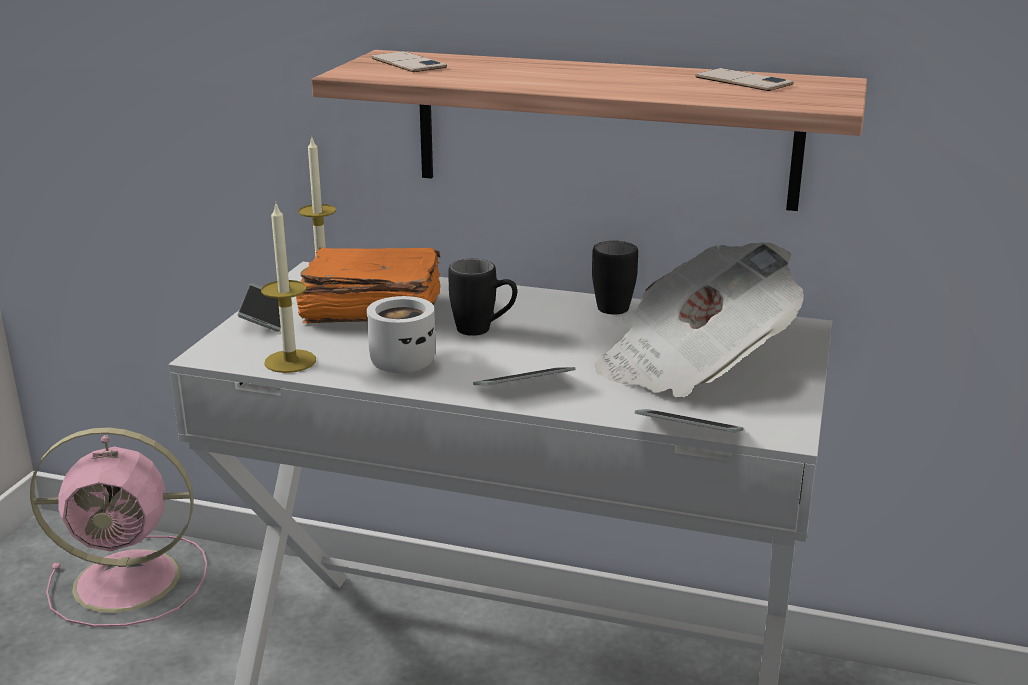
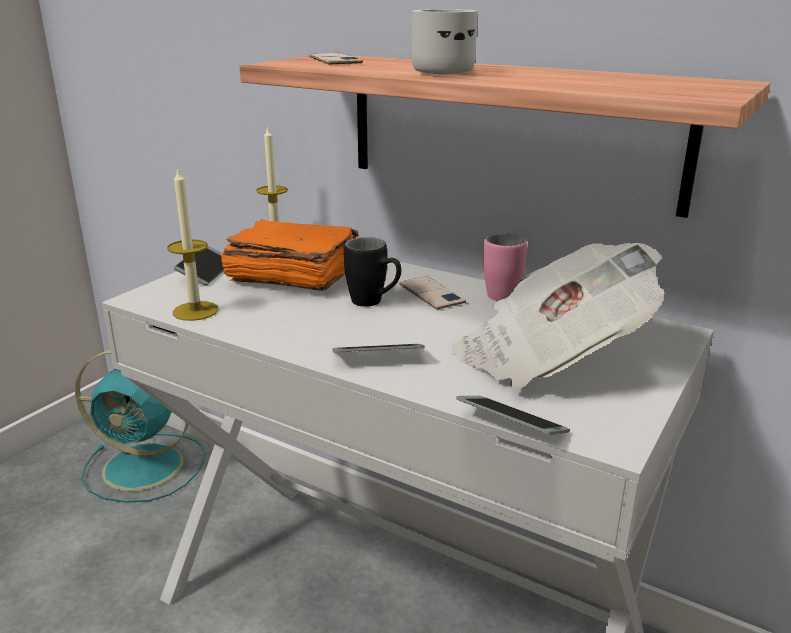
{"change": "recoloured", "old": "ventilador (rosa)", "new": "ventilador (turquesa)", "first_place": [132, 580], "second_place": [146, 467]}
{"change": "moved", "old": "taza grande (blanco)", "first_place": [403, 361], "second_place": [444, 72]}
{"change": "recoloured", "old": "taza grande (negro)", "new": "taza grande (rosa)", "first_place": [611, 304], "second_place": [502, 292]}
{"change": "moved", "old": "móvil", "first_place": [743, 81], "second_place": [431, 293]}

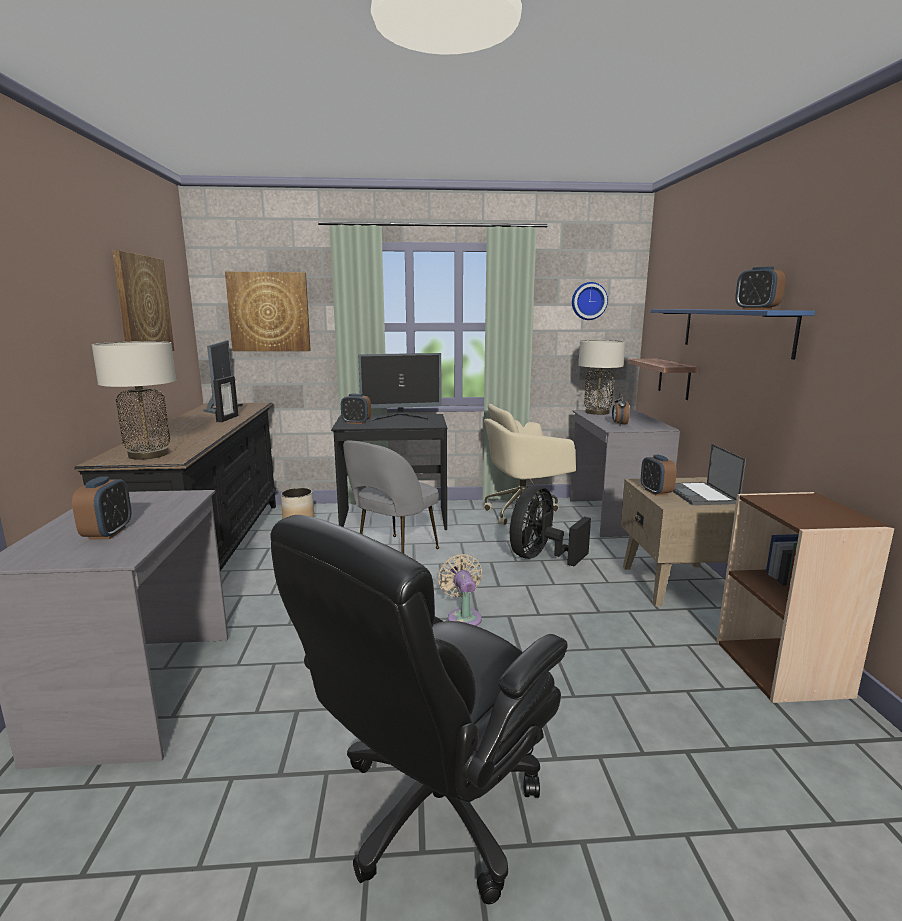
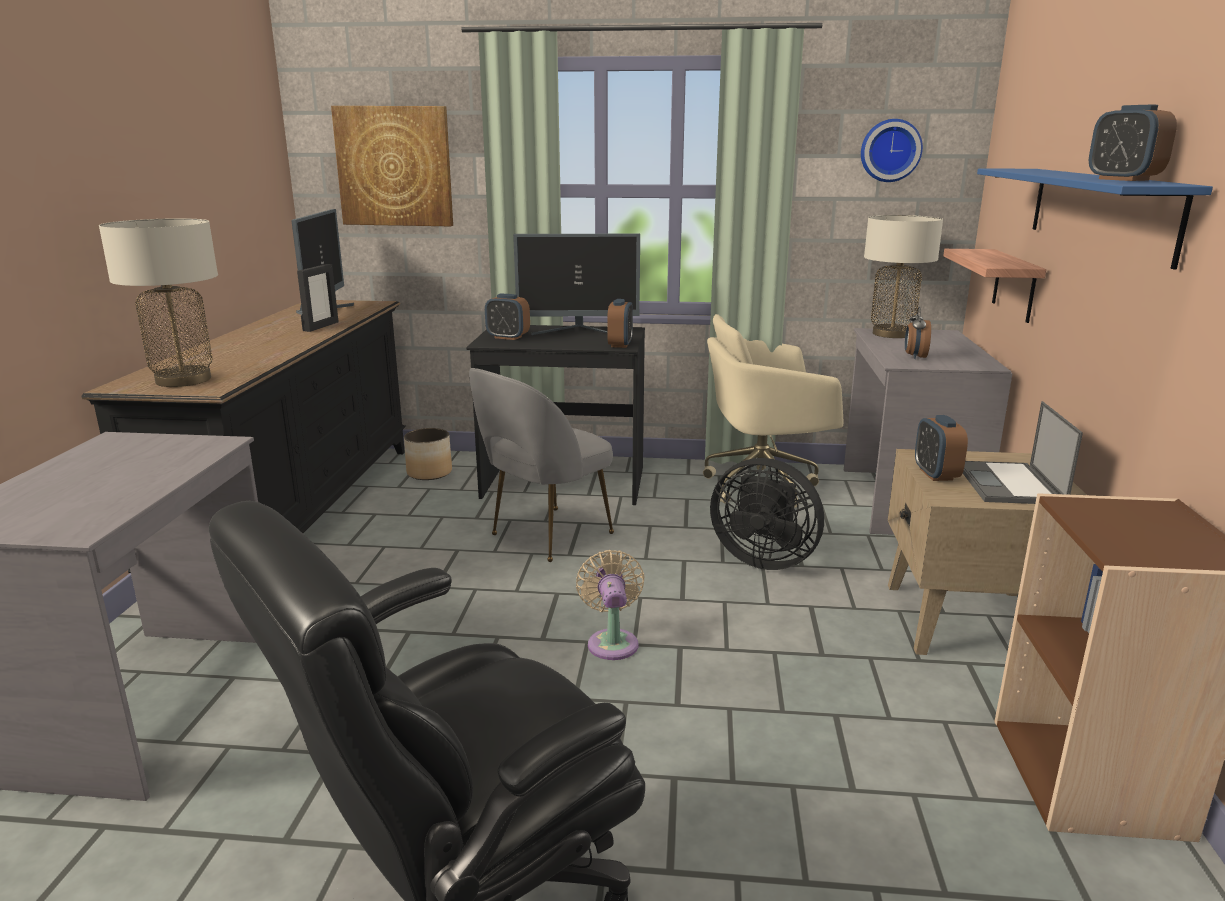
{"change": "moved", "old": "despertador", "first_place": [108, 533], "second_place": [620, 344]}
{"change": "removed", "old": "cuadro", "first_place": [143, 305]}
{"change": "turned", "old": "ventilador (negro)", "first_place": [541, 557], "second_place": [763, 559], "degrees": -105}

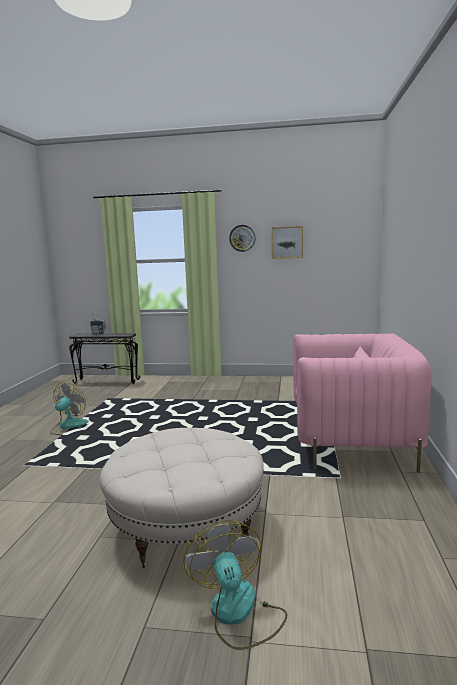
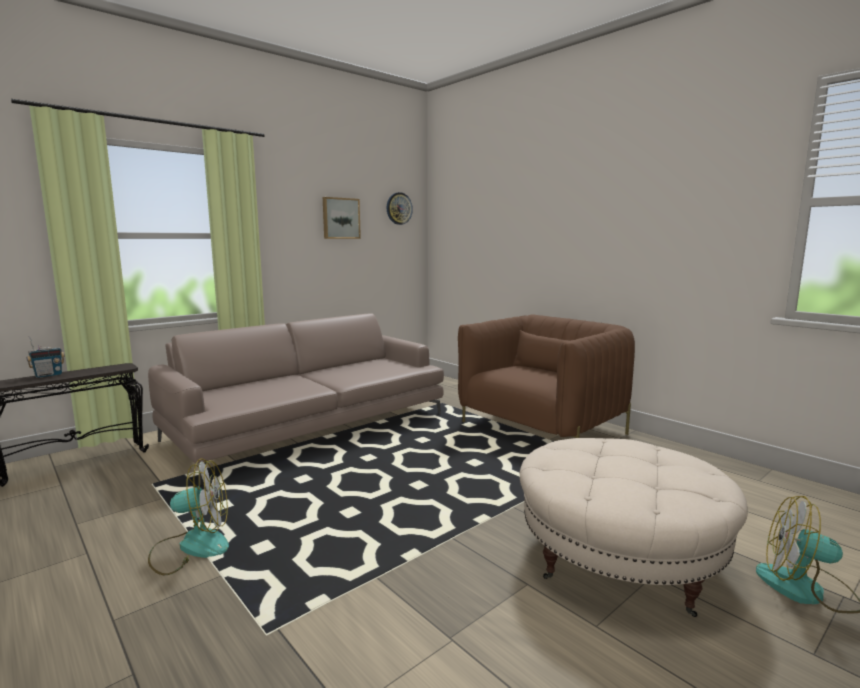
{"change": "turned", "old": "ventilador", "first_place": [69, 427], "second_place": [191, 547], "degrees": 105}
{"change": "moved", "old": "reloj de pared", "first_place": [242, 238], "second_place": [399, 208]}
{"change": "recoloured", "old": "sillón (rosa)", "new": "sillón (marrón)", "first_place": [351, 441], "second_place": [541, 428]}
{"change": "added", "new": "sofá (beis)", "second_place": [308, 426]}

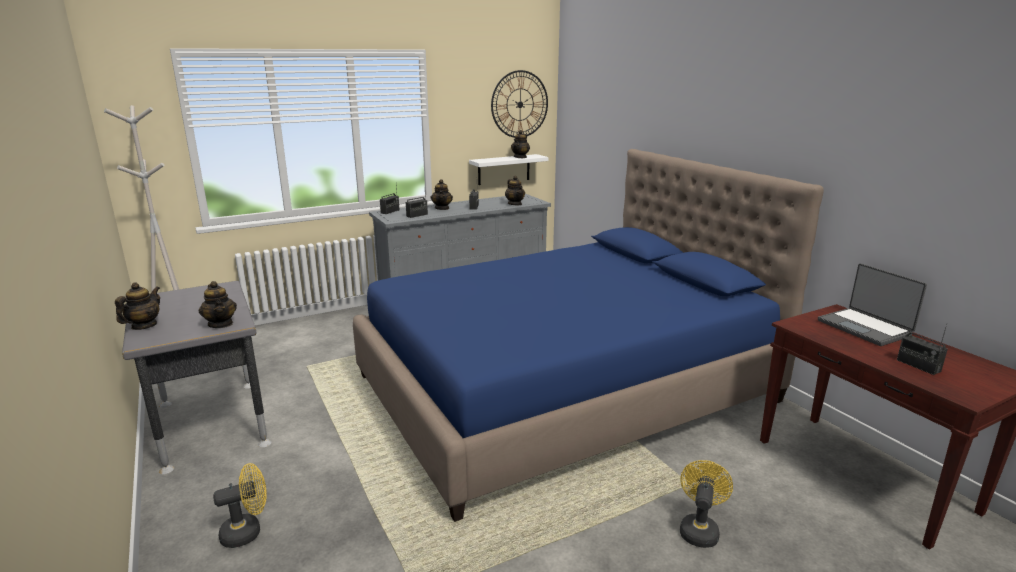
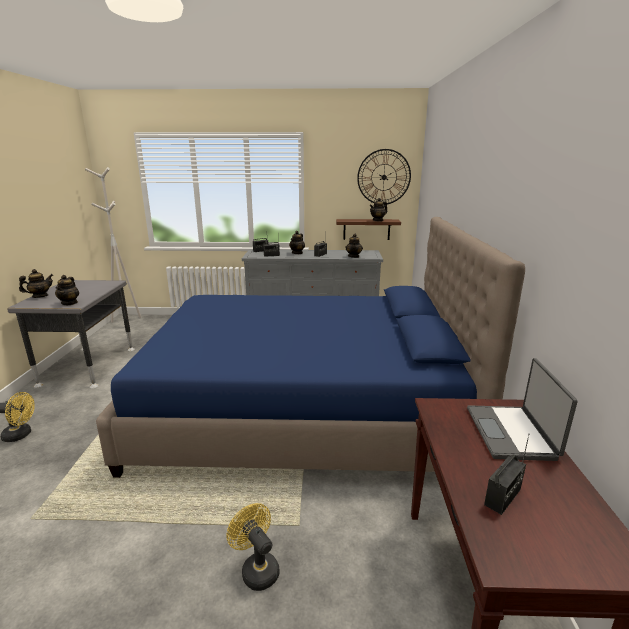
{"change": "recoloured", "old": "estante (blanco)", "new": "estante (marrón)", "first_place": [504, 169], "second_place": [366, 229]}
{"change": "turned", "old": "ventilador (amarillo)", "first_place": [699, 529], "second_place": [257, 568], "degrees": -90}
{"change": "turned", "old": "radio", "first_place": [918, 366], "second_place": [502, 497], "degrees": -135}

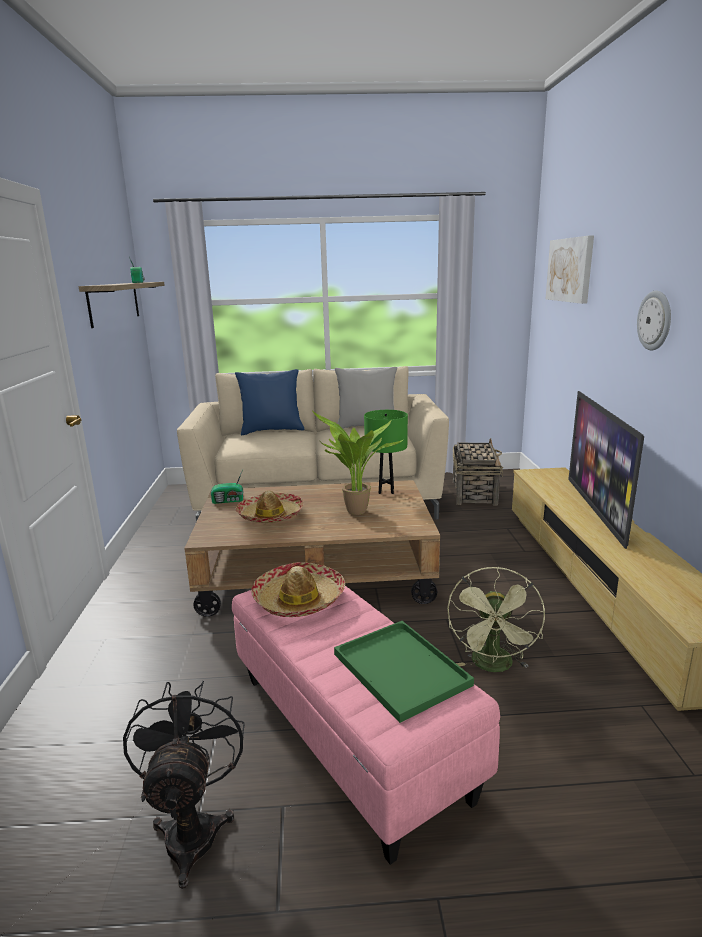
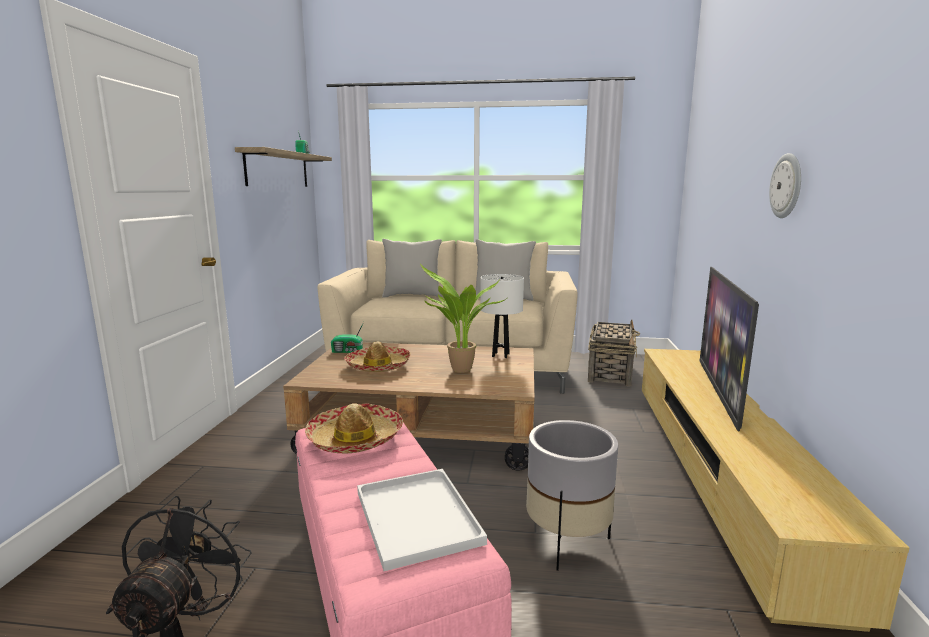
{"change": "recoloured", "old": "cojín (azul)", "new": "cojín (gris)", "first_place": [272, 430], "second_place": [412, 295]}
{"change": "recoloured", "old": "bandeja (verde)", "new": "bandeja (blanco)", "first_place": [398, 668], "second_place": [415, 516]}
{"change": "recoloured", "old": "lámpara de mesa (verde)", "new": "lámpara de mesa (blanco)", "first_place": [386, 491], "second_place": [501, 355]}
{"change": "replaced", "old": "ventilador (verde)", "new": "maceta (gris)", "first_place": [494, 666], "second_place": [567, 542]}
{"change": "removed", "old": "cuadro", "first_place": [570, 270]}

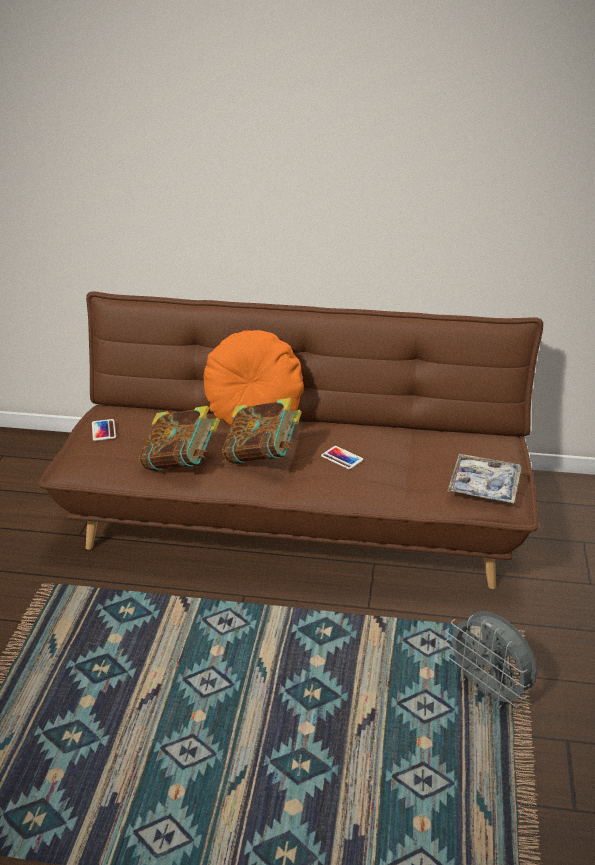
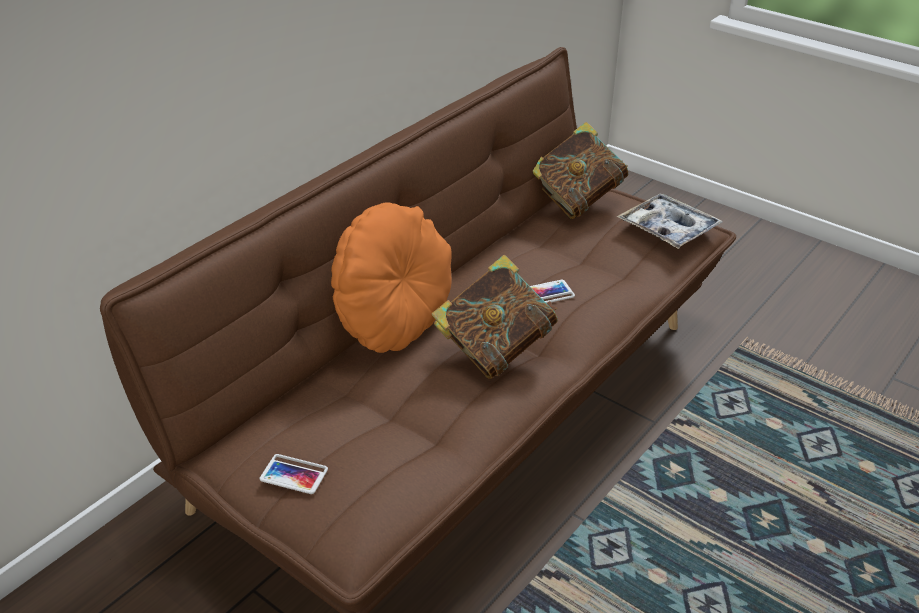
{"change": "moved", "old": "libro", "first_place": [181, 464], "second_place": [576, 200]}
{"change": "removed", "old": "ventilador (gris)", "first_place": [488, 691]}

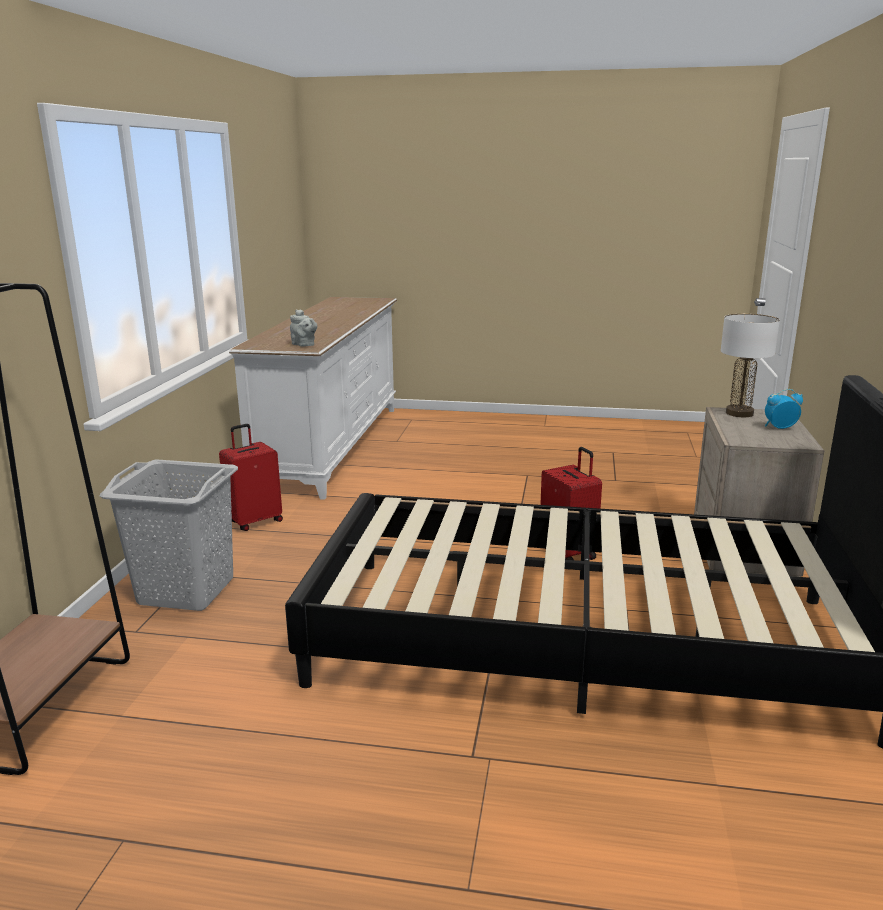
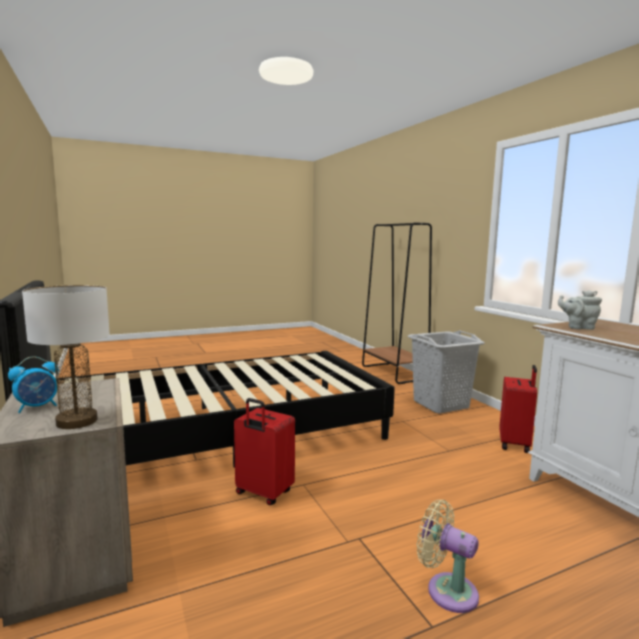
{"change": "added", "new": "ventilador (beis)", "second_place": [447, 590]}

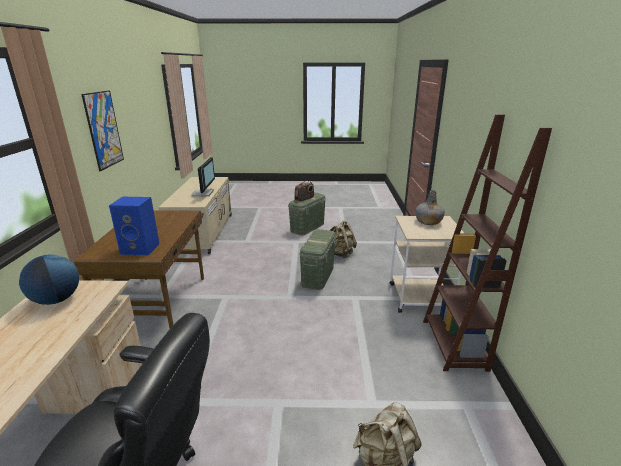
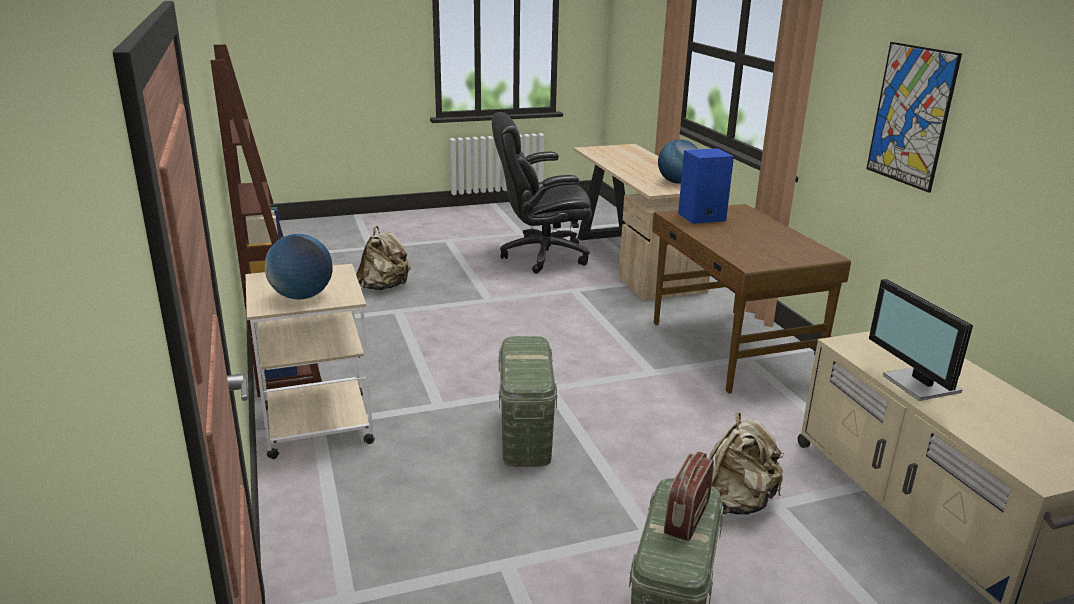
{"change": "moved", "old": "mochila (beis)", "first_place": [340, 254], "second_place": [738, 502]}
{"change": "replaced", "old": "botella (gris)", "new": "globo terráqueo", "first_place": [428, 221], "second_place": [302, 296]}

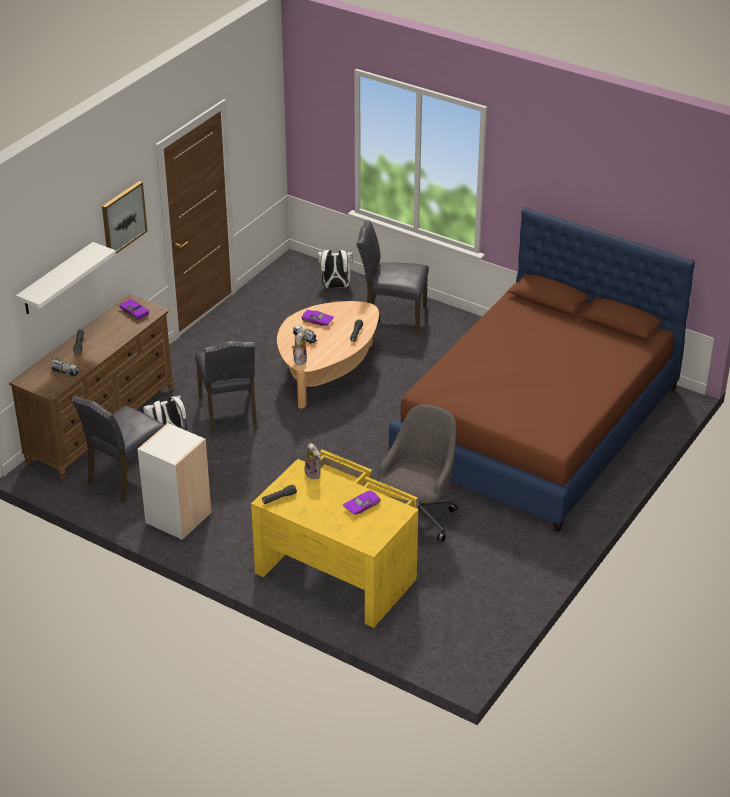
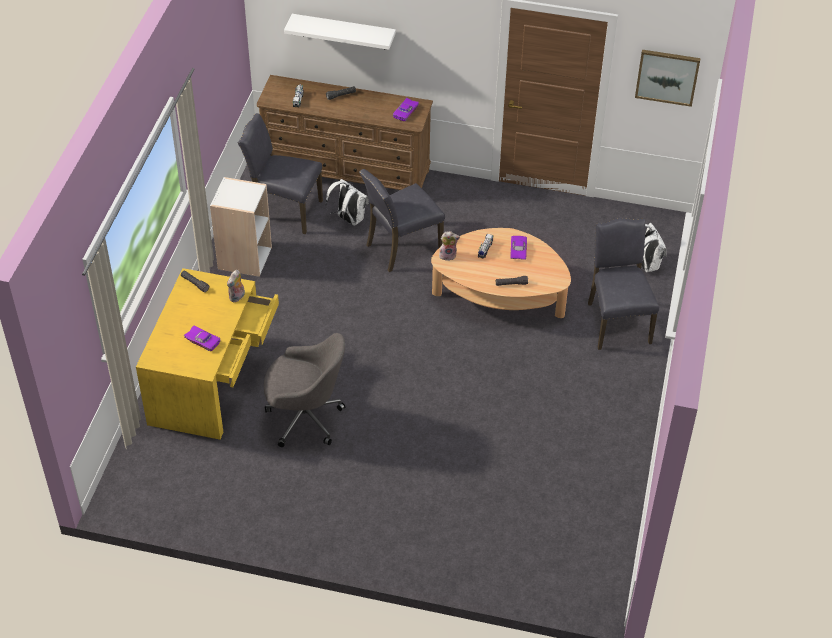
{"change": "moved", "old": "cuadro", "first_place": [123, 218], "second_place": [667, 77]}
{"change": "removed", "old": "cama (marrón)", "first_place": [537, 425]}

